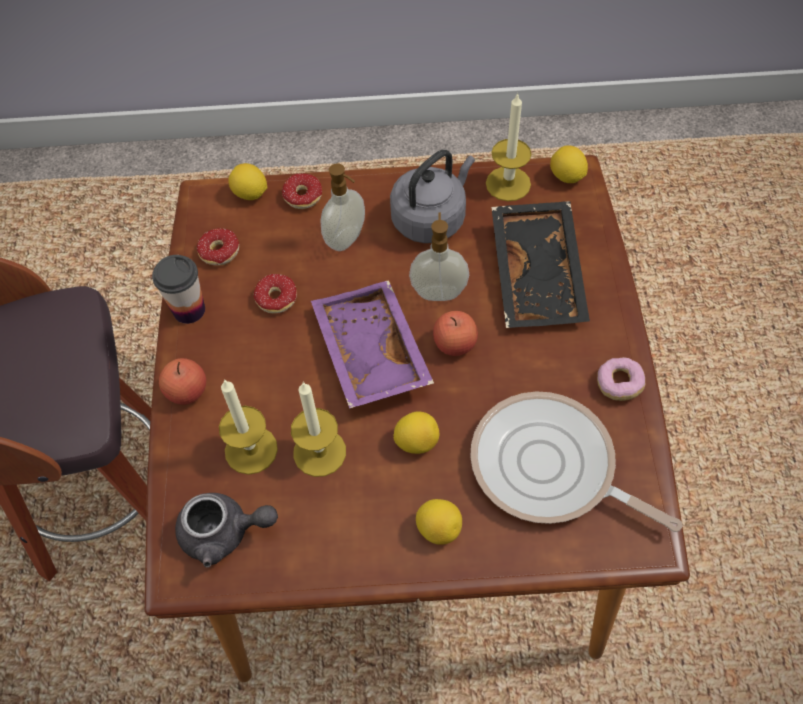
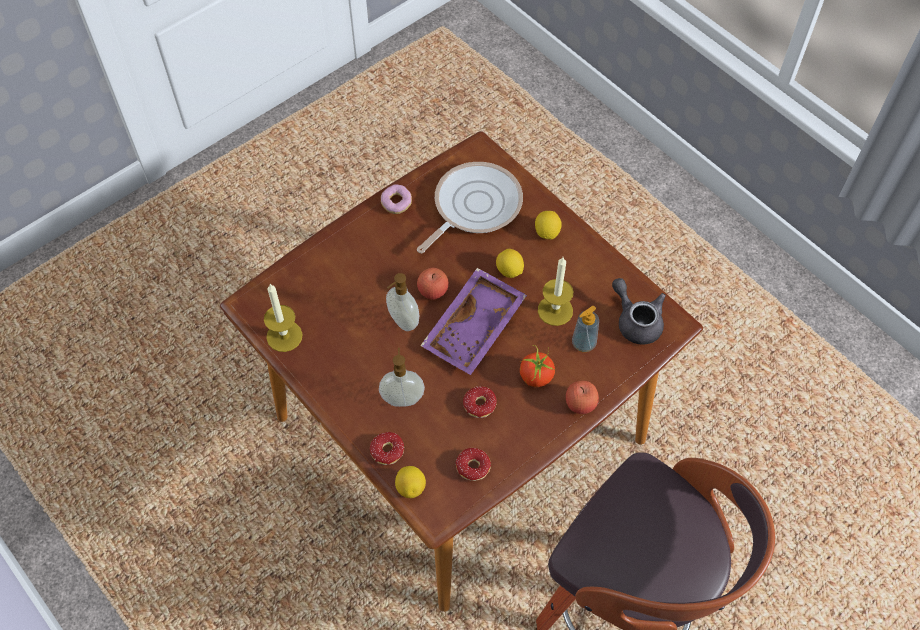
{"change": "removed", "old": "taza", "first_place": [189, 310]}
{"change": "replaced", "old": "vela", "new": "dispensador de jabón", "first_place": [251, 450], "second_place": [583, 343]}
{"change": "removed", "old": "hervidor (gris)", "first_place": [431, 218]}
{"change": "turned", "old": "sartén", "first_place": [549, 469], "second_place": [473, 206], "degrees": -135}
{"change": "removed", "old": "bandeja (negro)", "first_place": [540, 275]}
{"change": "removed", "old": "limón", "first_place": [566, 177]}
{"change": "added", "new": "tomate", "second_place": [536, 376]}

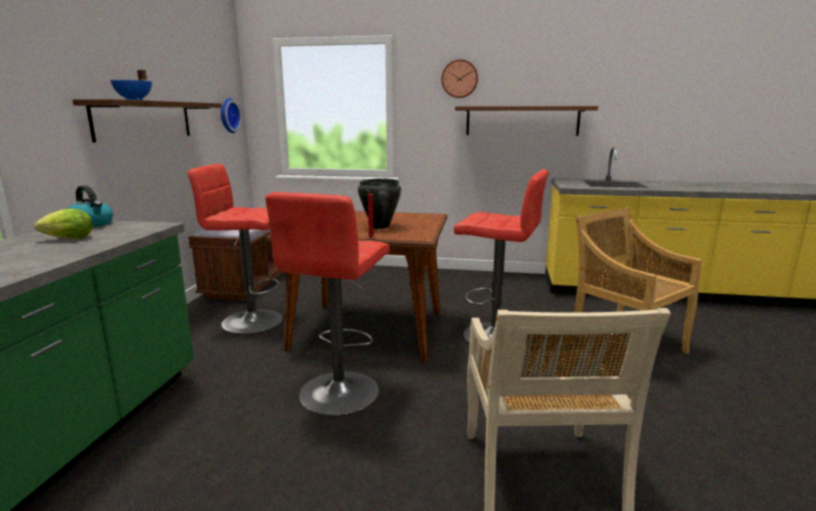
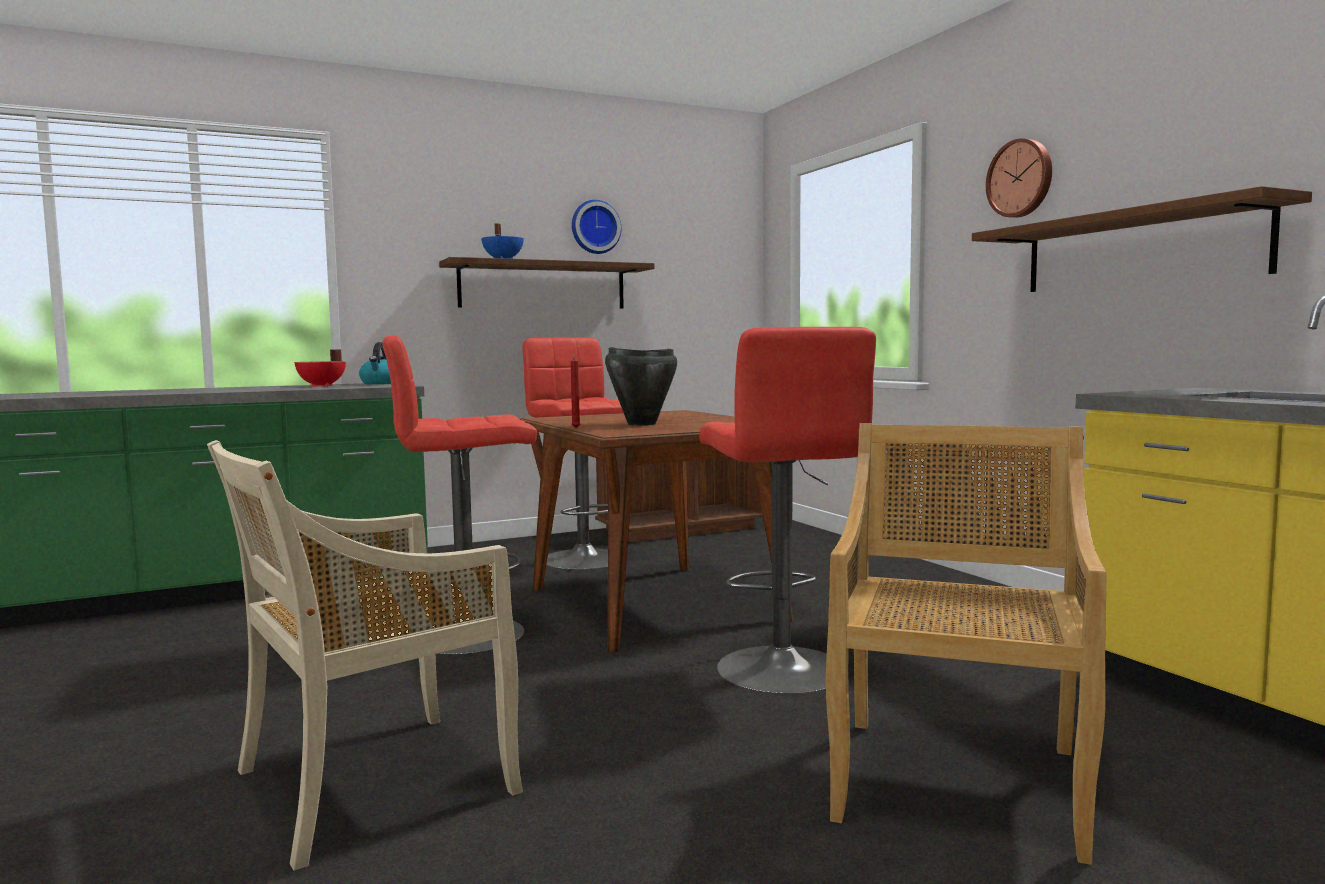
{"change": "replaced", "old": "lechuga", "new": "olla (rojo)", "first_place": [66, 239], "second_place": [321, 386]}
{"change": "moved", "old": "reloj de pared", "first_place": [228, 115], "second_place": [594, 227]}

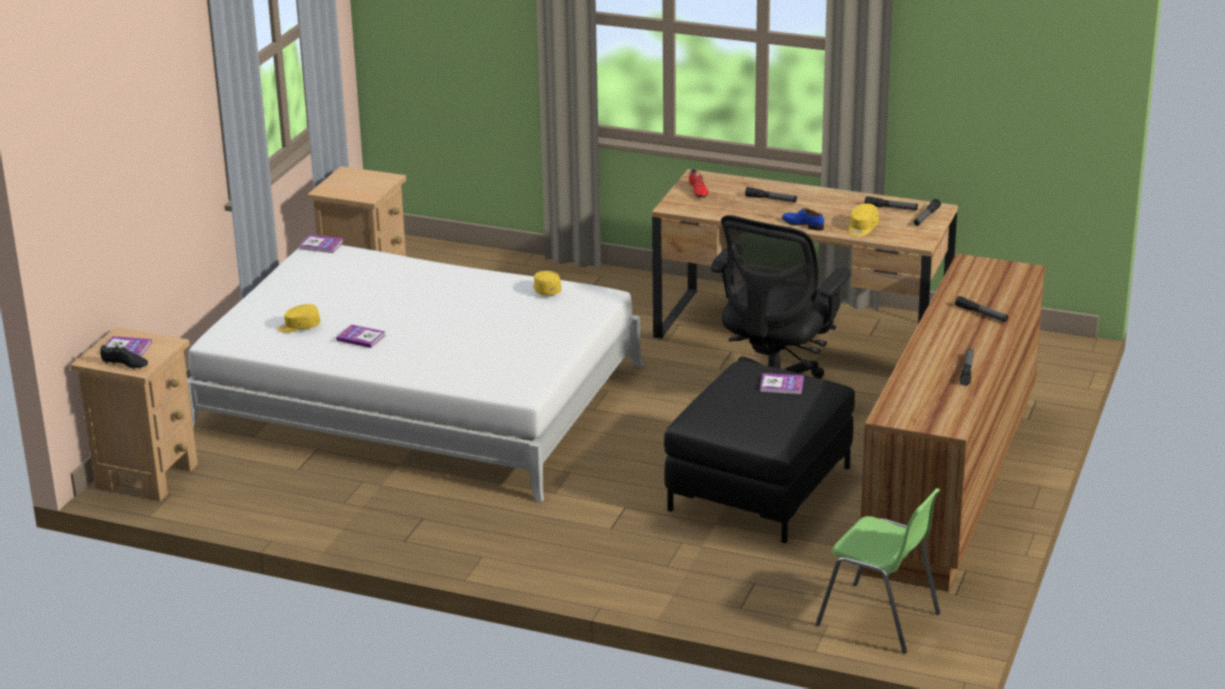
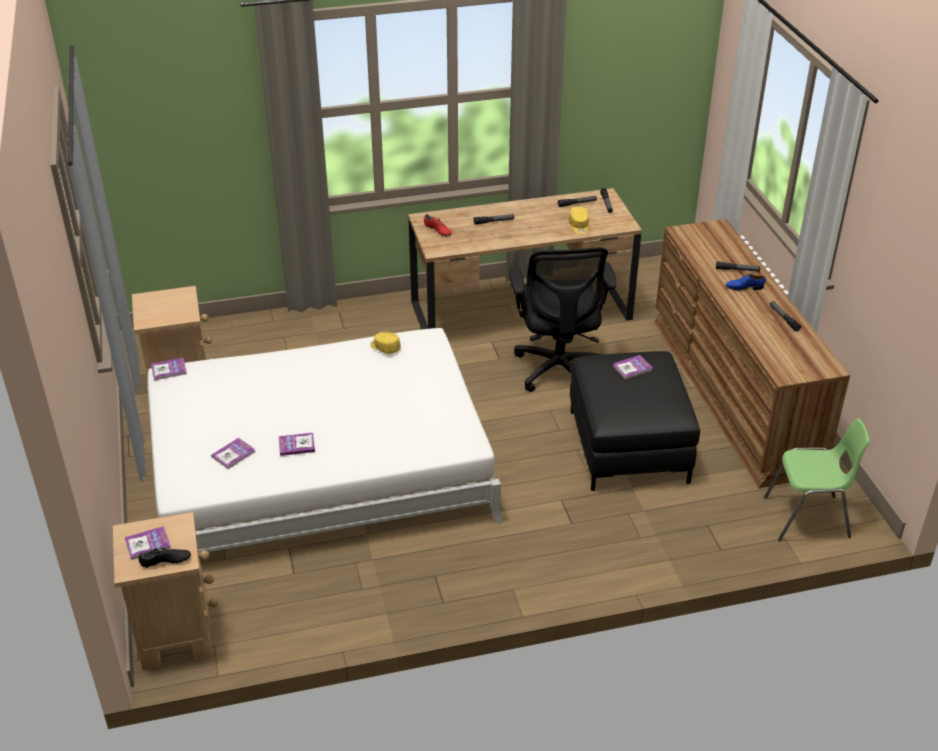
{"change": "replaced", "old": "gorra (amarillo)", "new": "libro", "first_place": [299, 327], "second_place": [233, 454]}
{"change": "moved", "old": "zapato (azul)", "first_place": [802, 224], "second_place": [744, 287]}

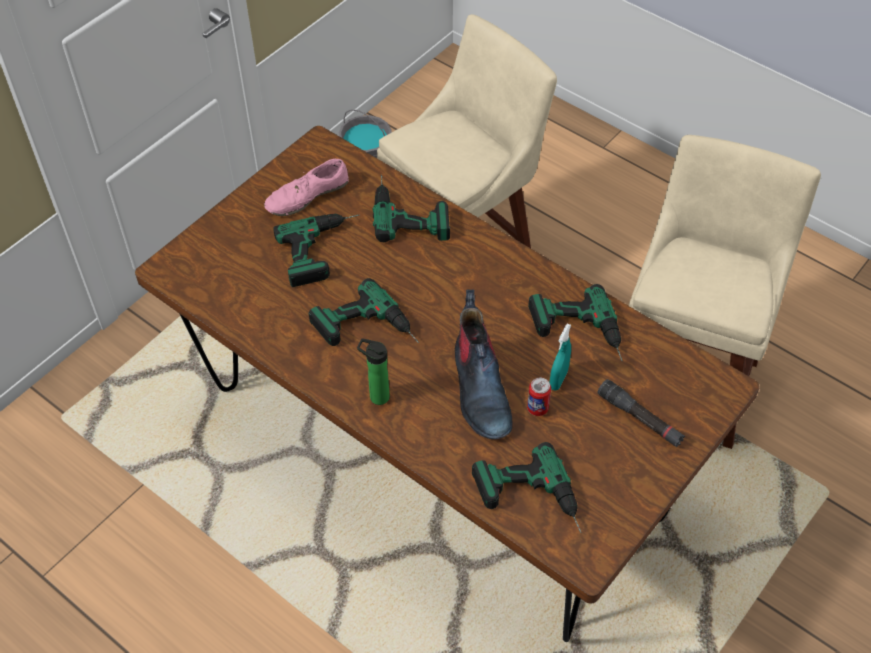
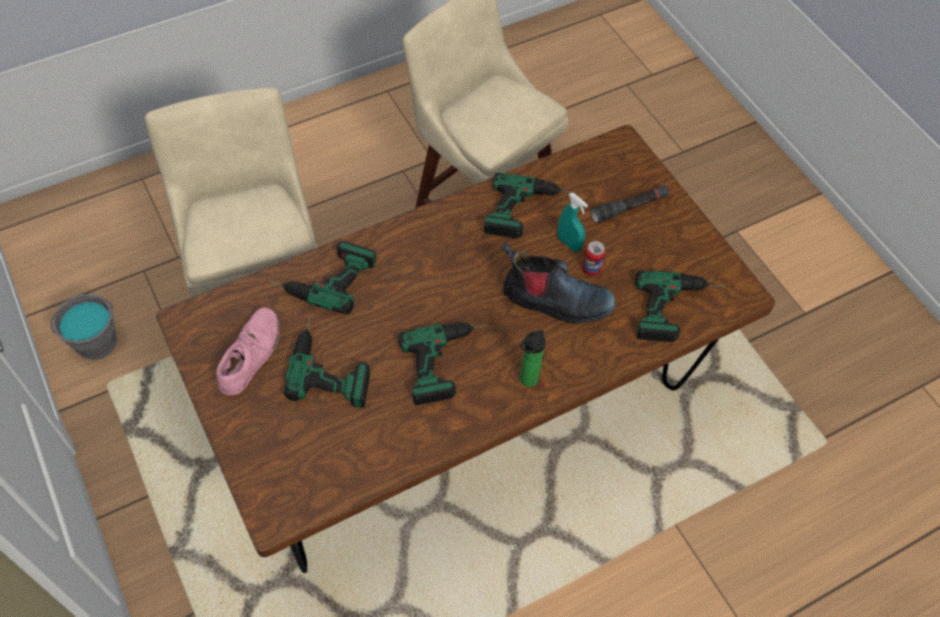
{"change": "turned", "old": "zapato (rosa)", "first_place": [307, 196], "second_place": [250, 355], "degrees": -150}

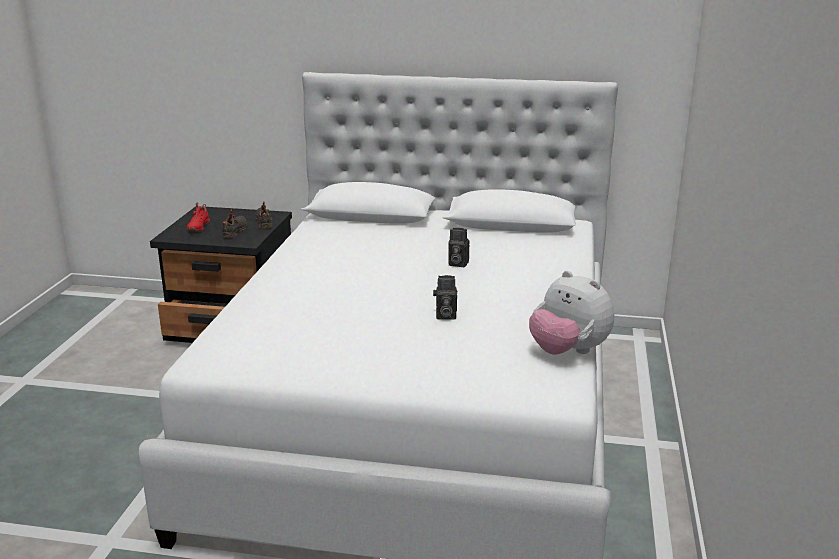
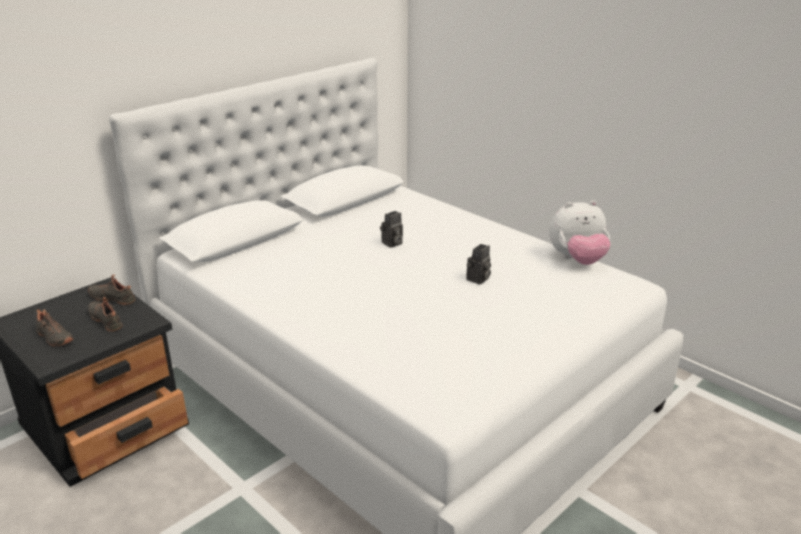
{"change": "recoloured", "old": "zapato (rojo)", "new": "zapato (negro)", "first_place": [197, 227], "second_place": [54, 338]}

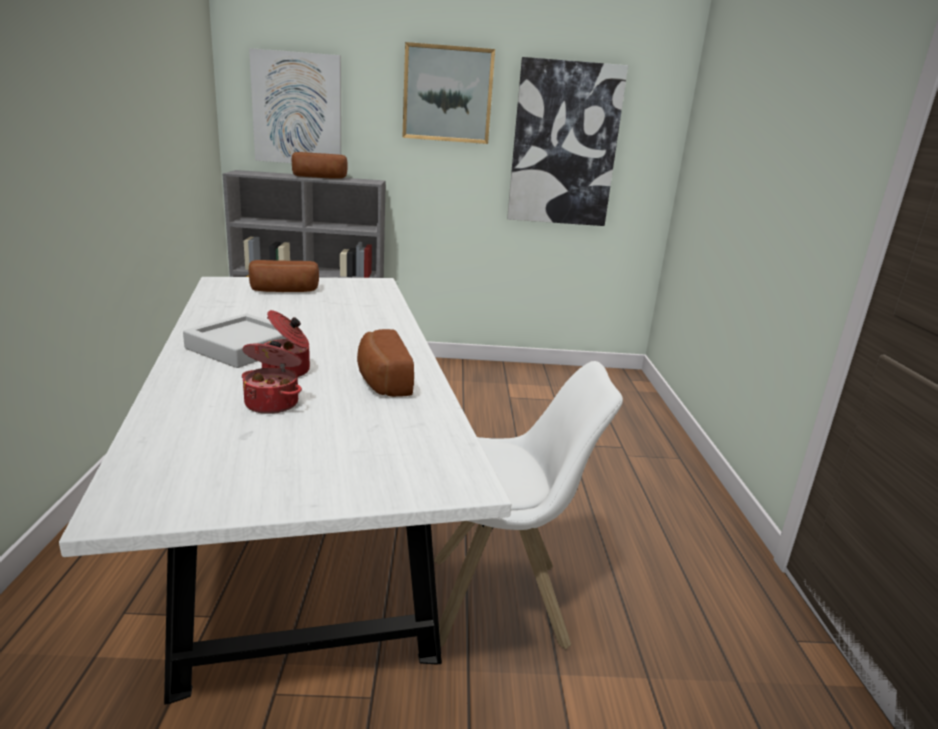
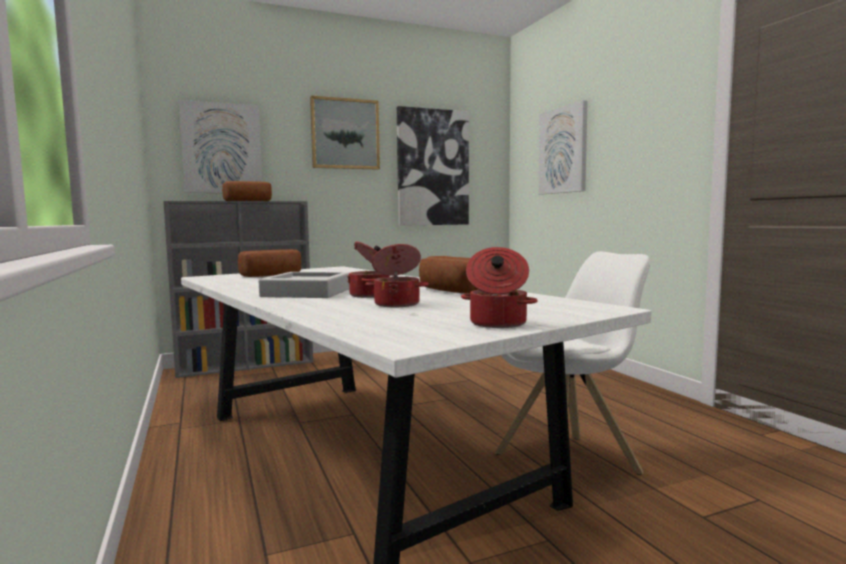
{"change": "added", "new": "olla", "second_place": [497, 323]}
{"change": "added", "new": "cuadro", "second_place": [563, 150]}

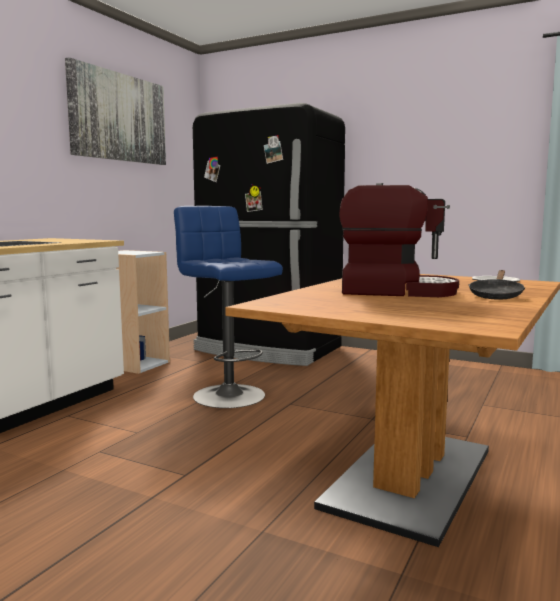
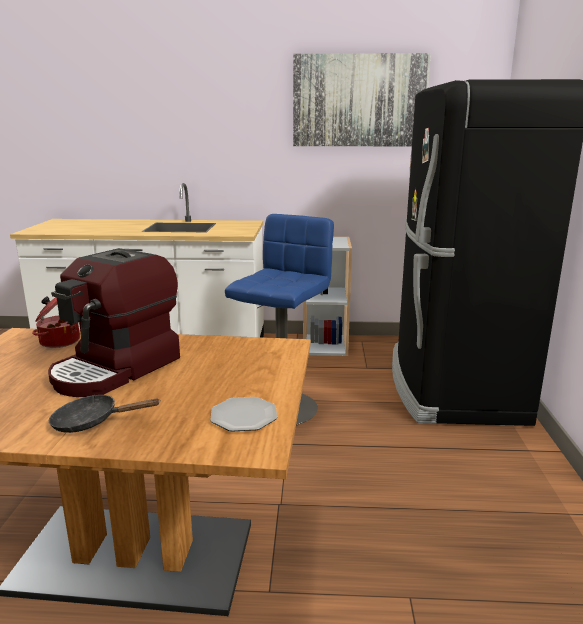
{"change": "turned", "old": "cafetera", "first_place": [395, 291], "second_place": [117, 369], "degrees": 45}
{"change": "added", "new": "olla", "second_place": [59, 341]}

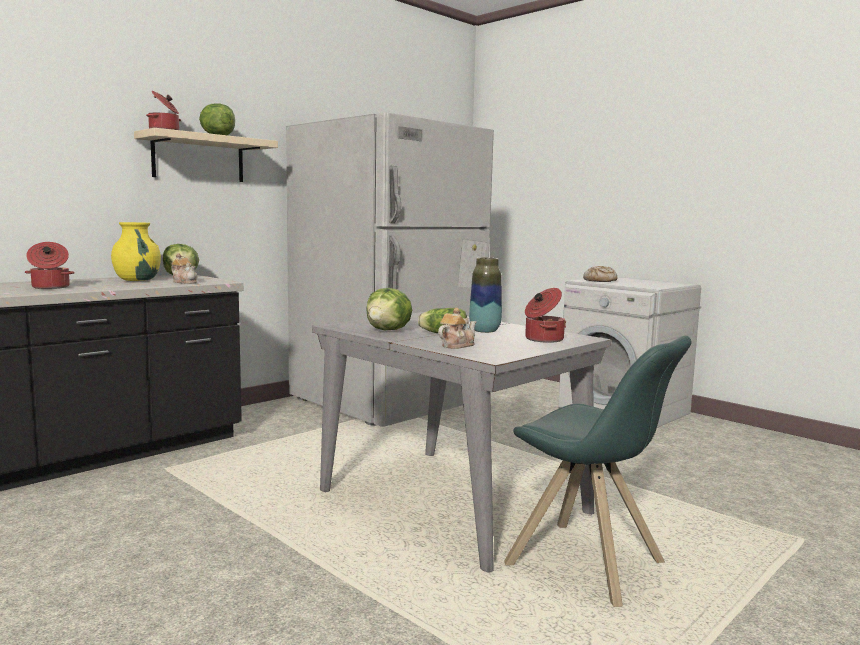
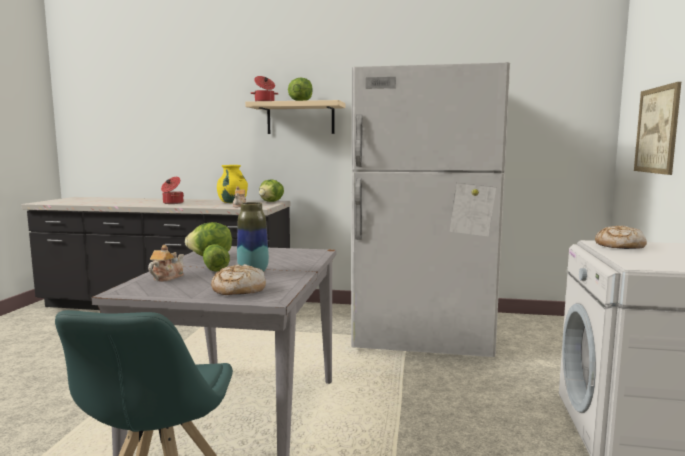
{"change": "turned", "old": "tetera", "first_place": [456, 345], "second_place": [167, 277], "degrees": -75}
{"change": "replaced", "old": "olla", "new": "pan", "first_place": [543, 339], "second_place": [238, 290]}
{"change": "added", "new": "cuadro", "second_place": [657, 130]}

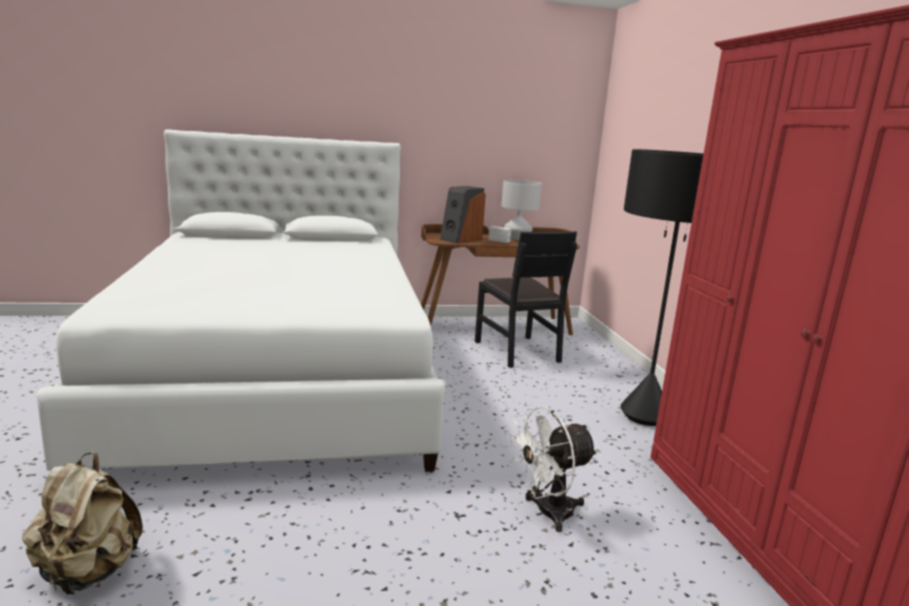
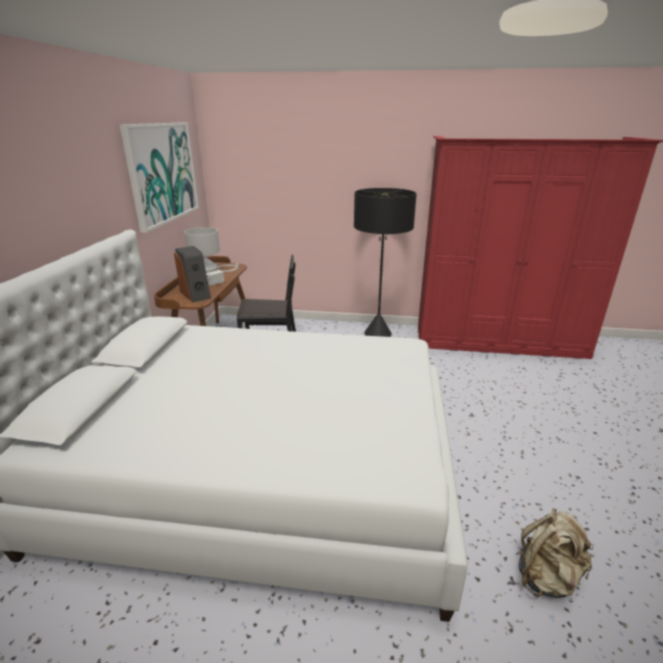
{"change": "removed", "old": "ventilador (blanco)", "first_place": [546, 513]}
{"change": "added", "new": "cuadro", "second_place": [163, 173]}

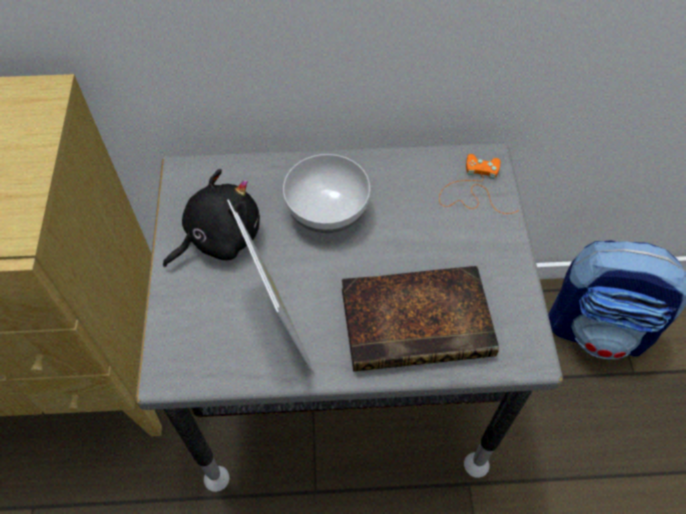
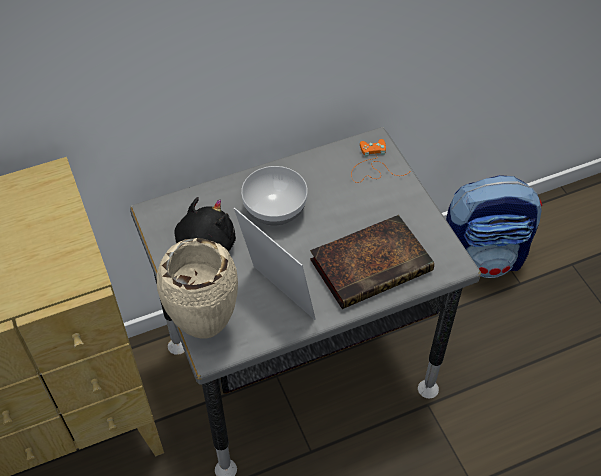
{"change": "added", "new": "florero (beis)", "second_place": [205, 327]}

